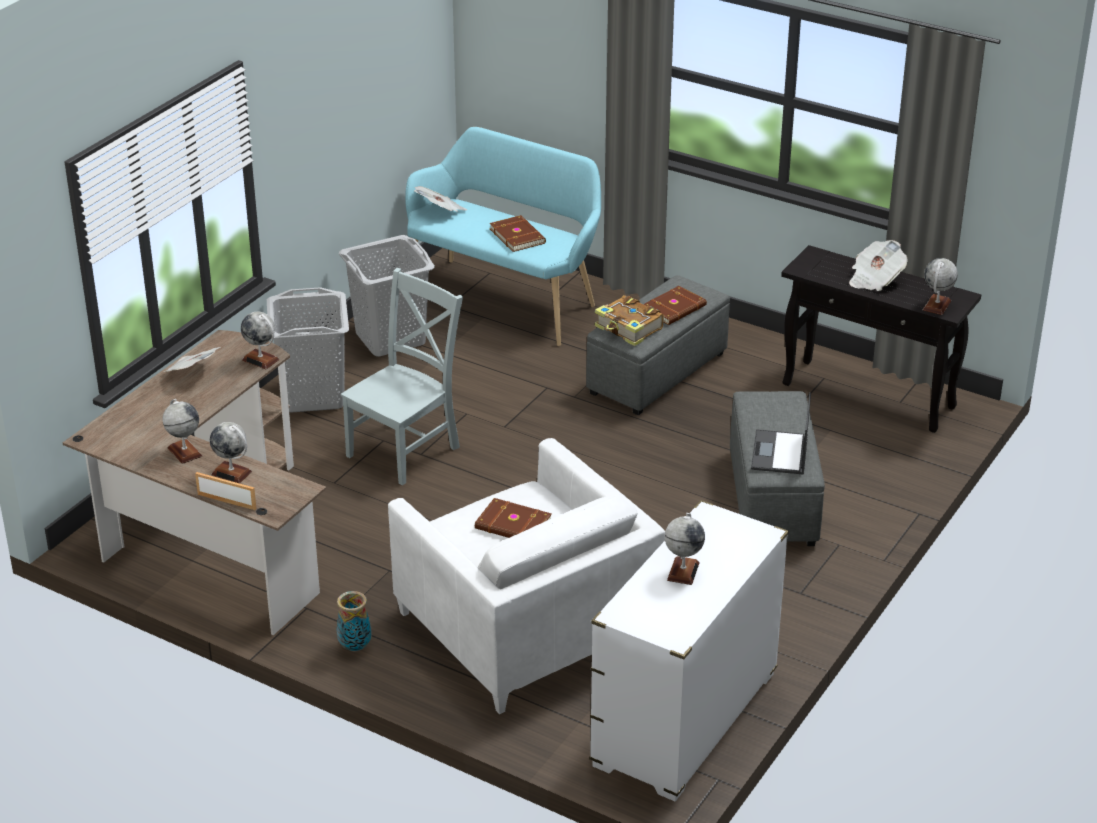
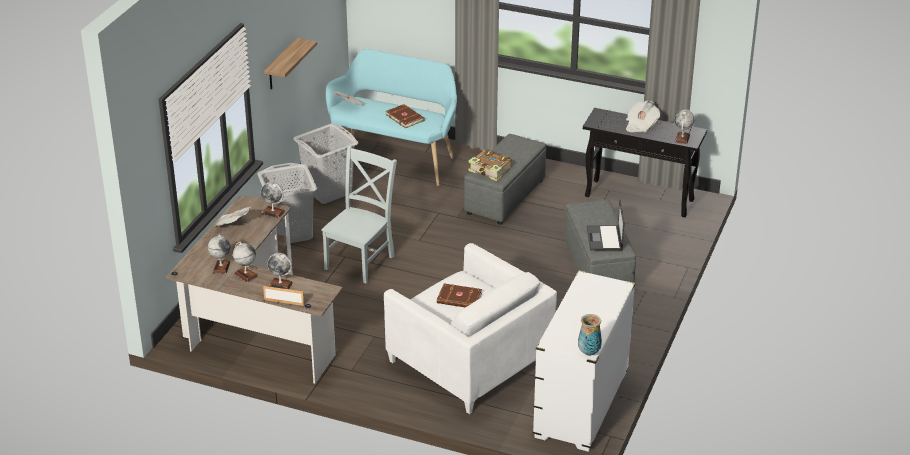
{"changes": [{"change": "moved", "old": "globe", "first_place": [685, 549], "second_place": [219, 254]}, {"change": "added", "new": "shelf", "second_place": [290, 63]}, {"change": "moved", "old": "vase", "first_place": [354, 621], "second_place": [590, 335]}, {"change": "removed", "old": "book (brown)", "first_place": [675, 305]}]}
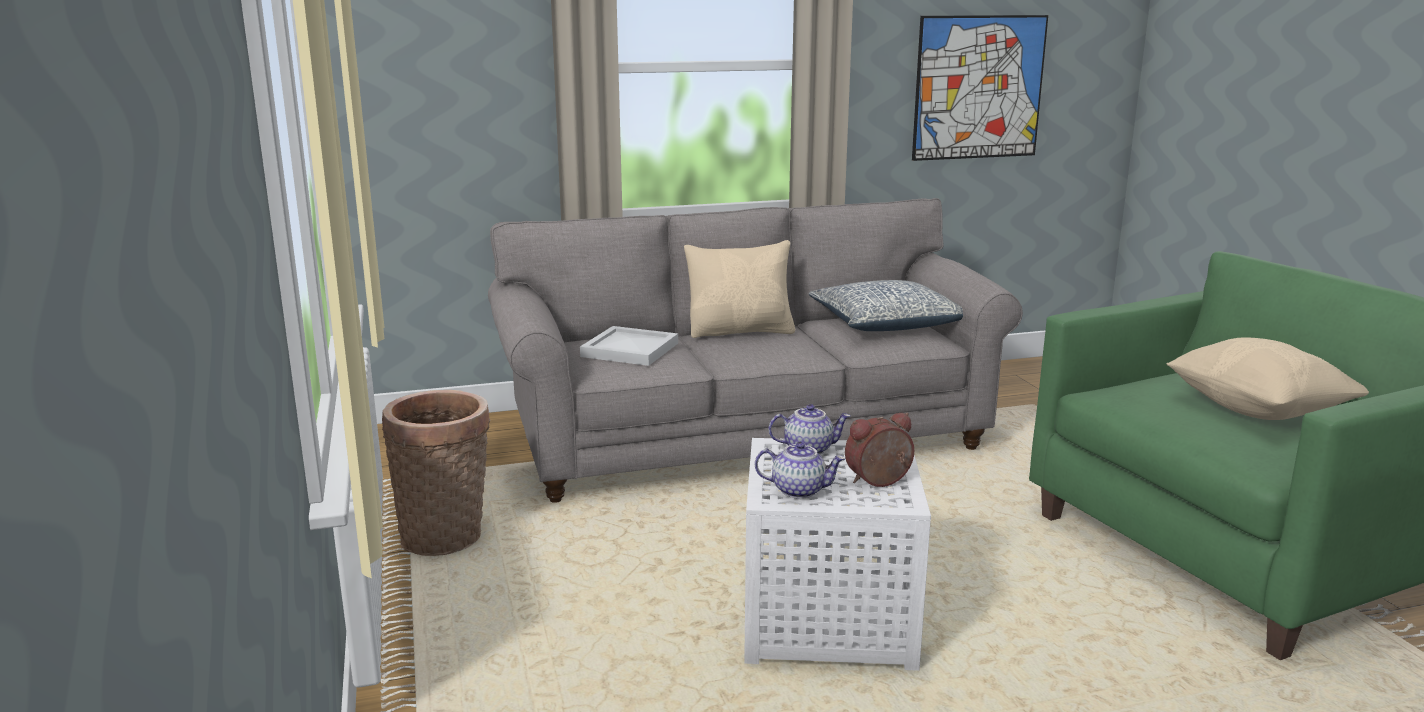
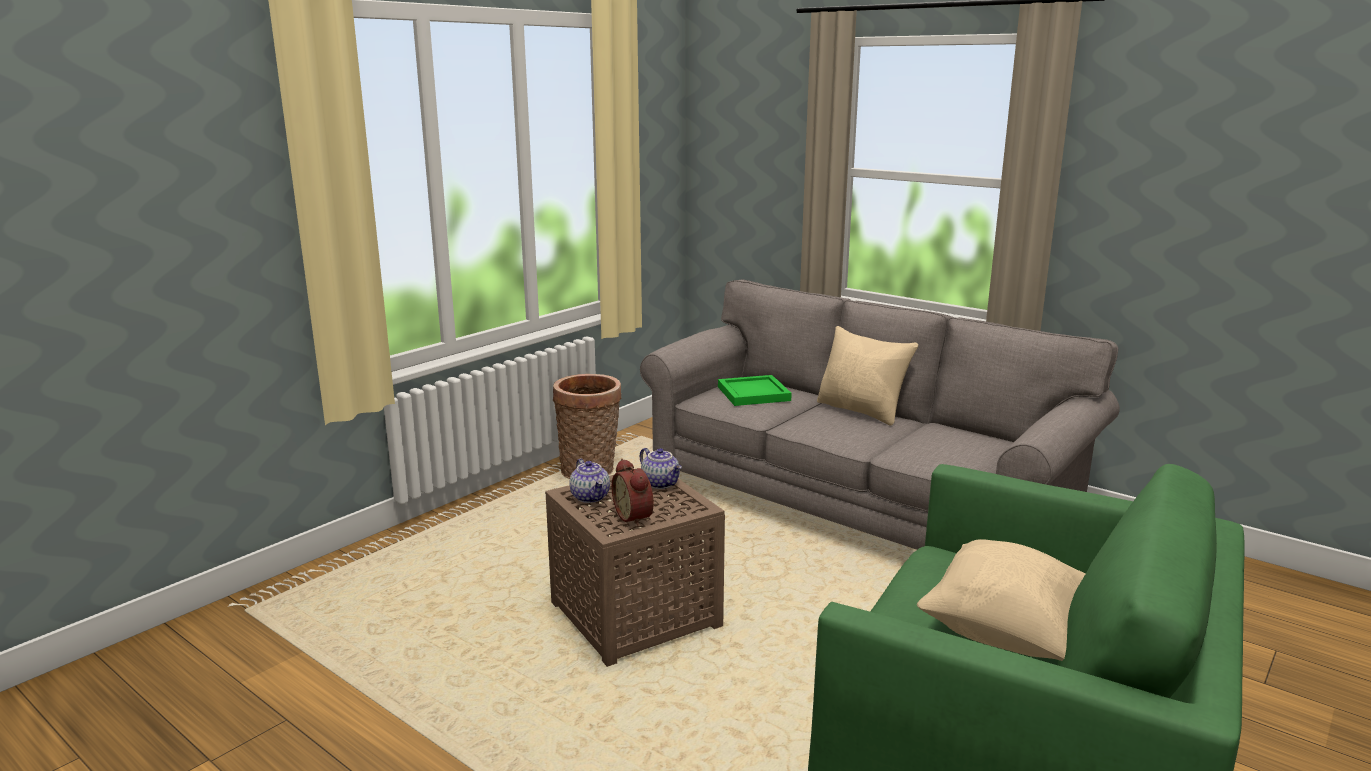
{"changes": [{"change": "recoloured", "old": "side table (white)", "new": "side table (brown)", "first_place": [837, 554], "second_place": [635, 567]}, {"change": "turned", "old": "alarm clock", "first_place": [879, 449], "second_place": [633, 493], "degrees": -150}, {"change": "recoloured", "old": "tray (white)", "new": "tray (green)", "first_place": [629, 346], "second_place": [755, 390]}, {"change": "removed", "old": "pillow", "first_place": [886, 305]}, {"change": "removed", "old": "picture", "first_place": [980, 88]}]}
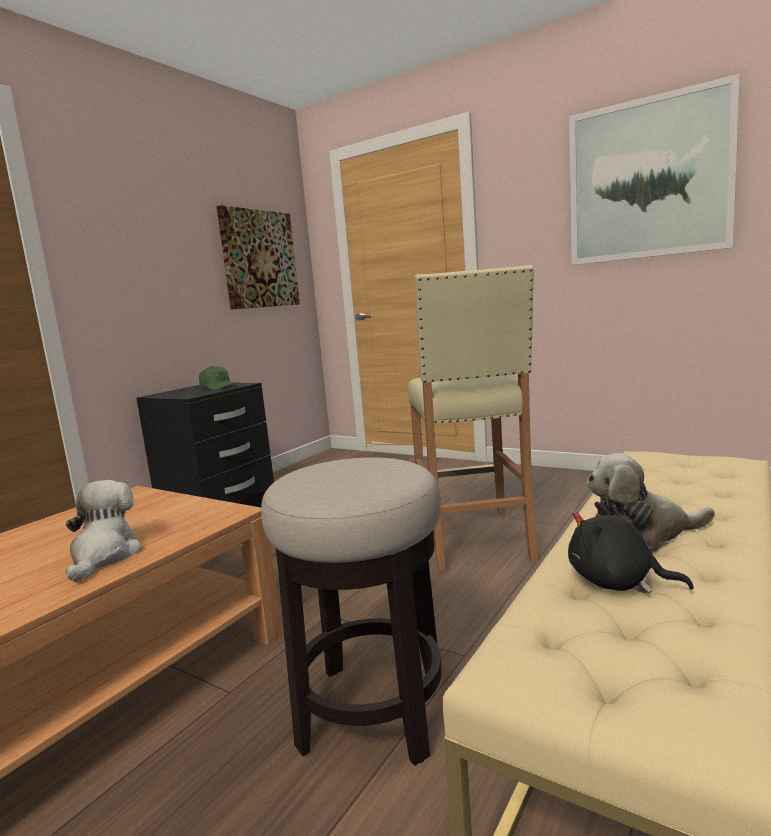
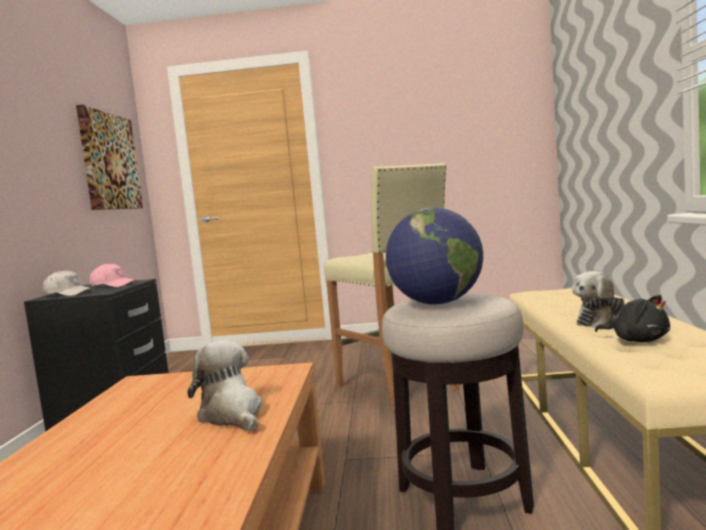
{"changes": [{"change": "added", "new": "cap (white)", "second_place": [68, 283]}, {"change": "recoloured", "old": "cap (green)", "new": "cap (pink)", "first_place": [218, 378], "second_place": [113, 275]}, {"change": "added", "new": "globe", "second_place": [434, 256]}, {"change": "turned", "old": "plush toy (black)", "first_place": [631, 547], "second_place": [632, 318], "degrees": -135}, {"change": "removed", "old": "picture", "first_place": [654, 169]}]}
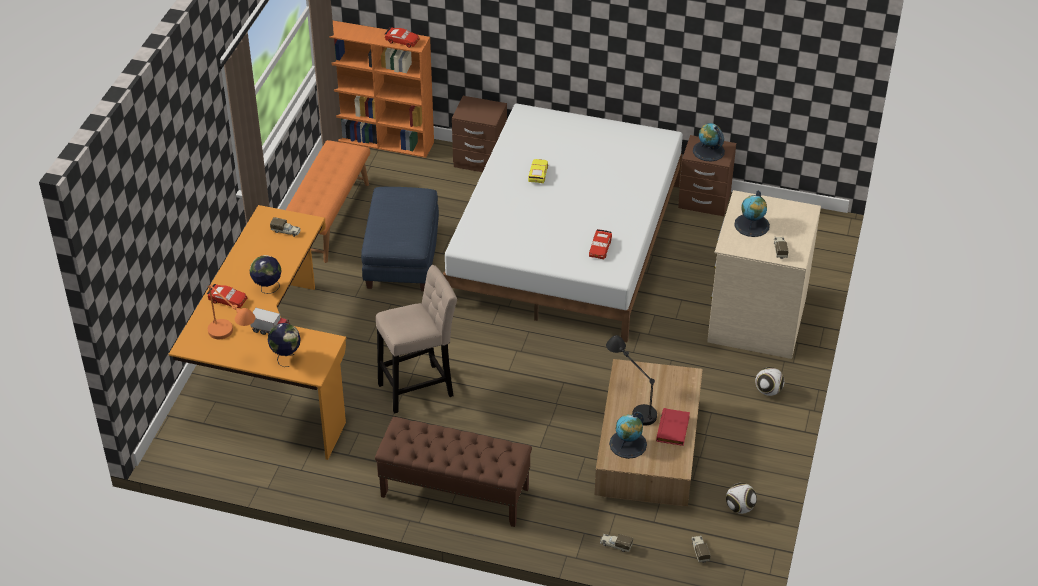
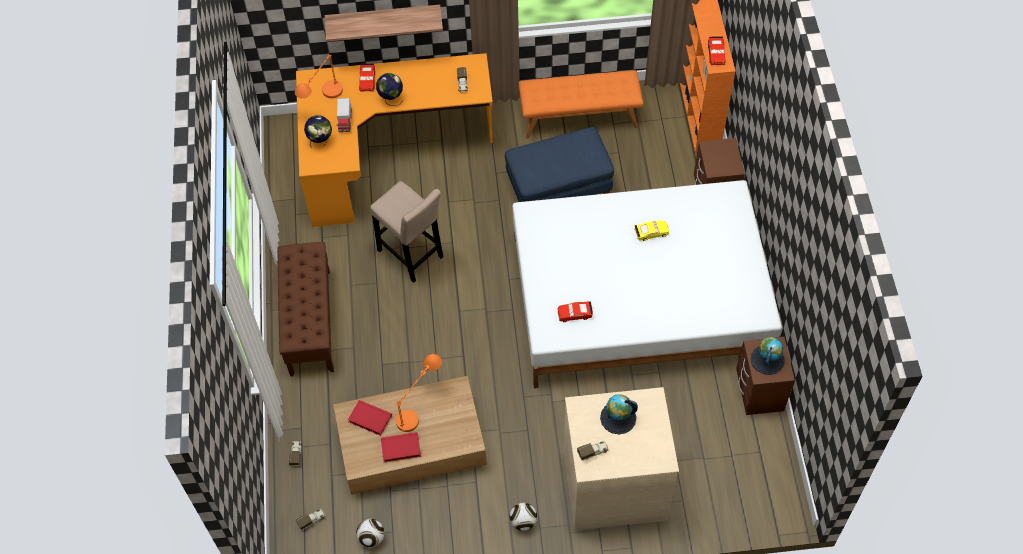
{"changes": [{"change": "added", "new": "shelf", "second_place": [384, 23]}, {"change": "replaced", "old": "globe", "new": "book (red)", "first_place": [628, 435], "second_place": [370, 418]}, {"change": "recoloured", "old": "table lamp (black)", "new": "table lamp (orange)", "first_place": [631, 380], "second_place": [419, 393]}]}
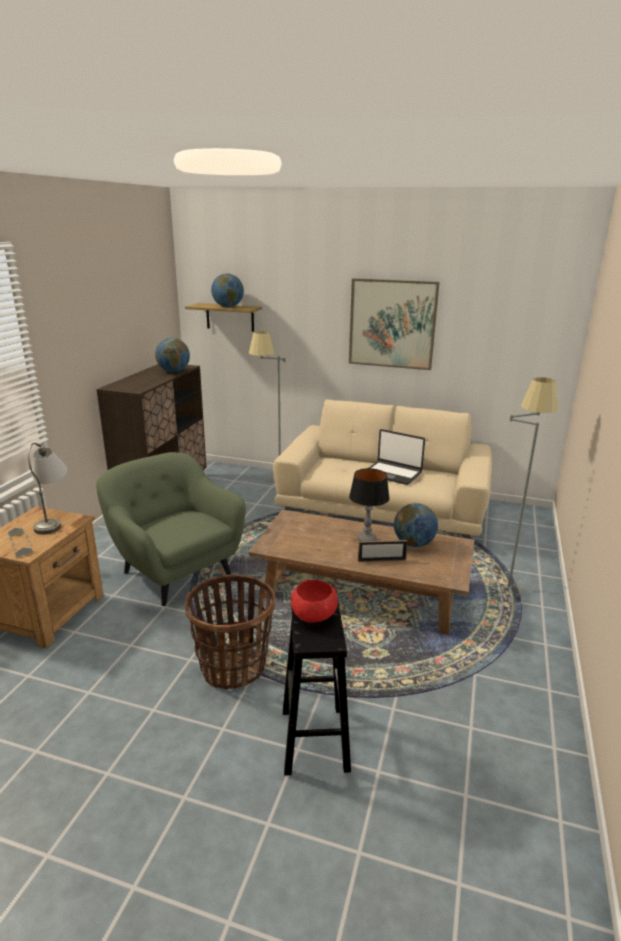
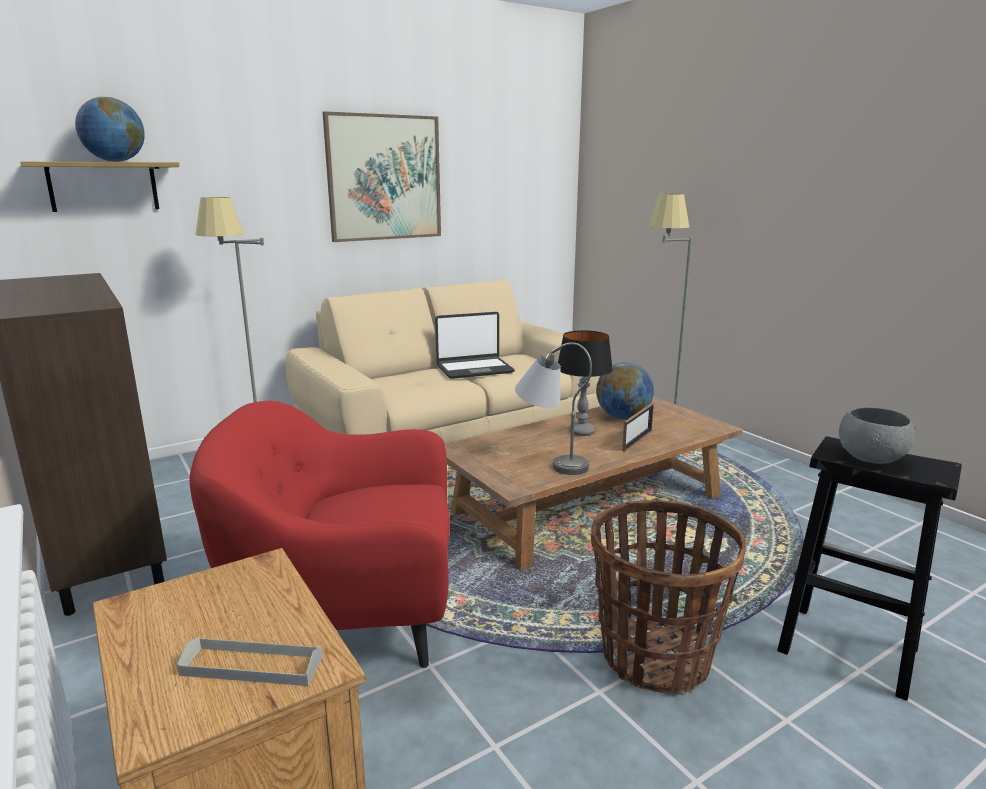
{"changes": [{"change": "recoloured", "old": "armchair (green)", "new": "armchair (red)", "first_place": [171, 529], "second_place": [319, 534]}, {"change": "moved", "old": "table lamp (grey)", "first_place": [47, 489], "second_place": [553, 408]}, {"change": "recoloured", "old": "bowl (red)", "new": "bowl (grey)", "first_place": [314, 601], "second_place": [877, 435]}, {"change": "removed", "old": "globe", "first_place": [172, 355]}]}
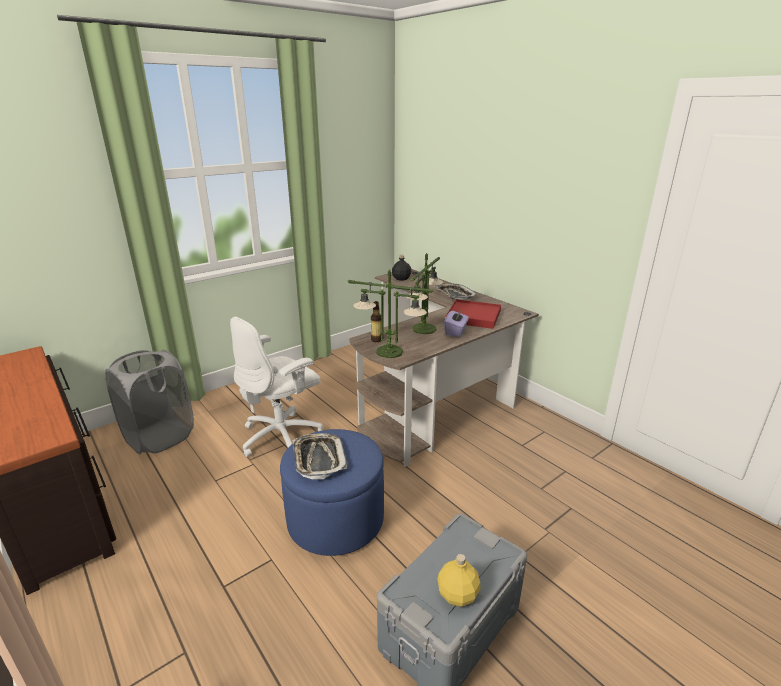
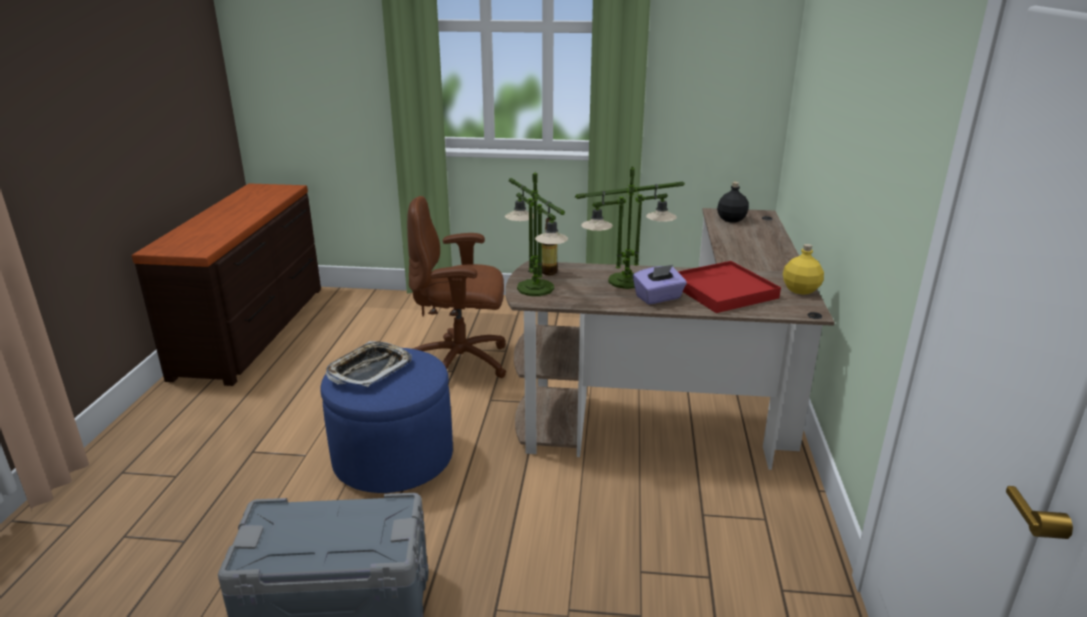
{"changes": [{"change": "recoloured", "old": "office chair (white)", "new": "office chair (brown)", "first_place": [276, 387], "second_place": [456, 287]}, {"change": "moved", "old": "bottle (yellow)", "first_place": [459, 580], "second_place": [803, 269]}, {"change": "removed", "old": "laundry basket (grey)", "first_place": [149, 401]}, {"change": "removed", "old": "tray", "first_place": [455, 292]}]}
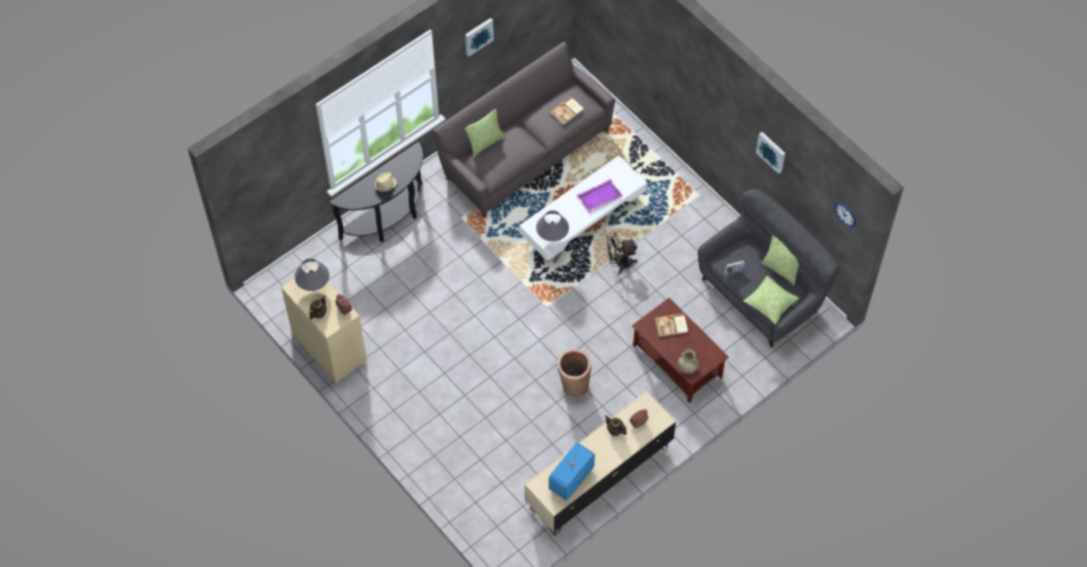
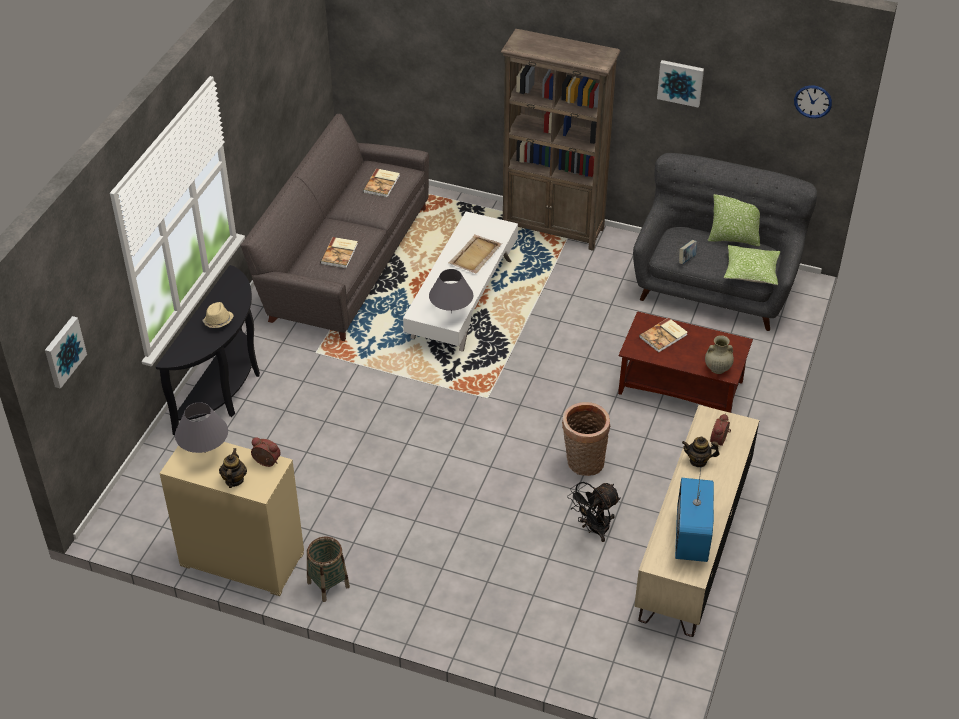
{"changes": [{"change": "moved", "old": "picture", "first_place": [479, 37], "second_place": [66, 352]}, {"change": "added", "new": "basket", "second_place": [328, 569]}, {"change": "added", "new": "book", "second_place": [339, 252]}, {"change": "recoloured", "old": "tray (purple)", "new": "tray (beige)", "first_place": [599, 196], "second_place": [475, 253]}, {"change": "added", "new": "bookcase (brown)", "second_place": [560, 140]}, {"change": "moved", "old": "fan (black)", "first_place": [622, 253], "second_place": [594, 512]}, {"change": "removed", "old": "pillow", "first_place": [485, 133]}]}
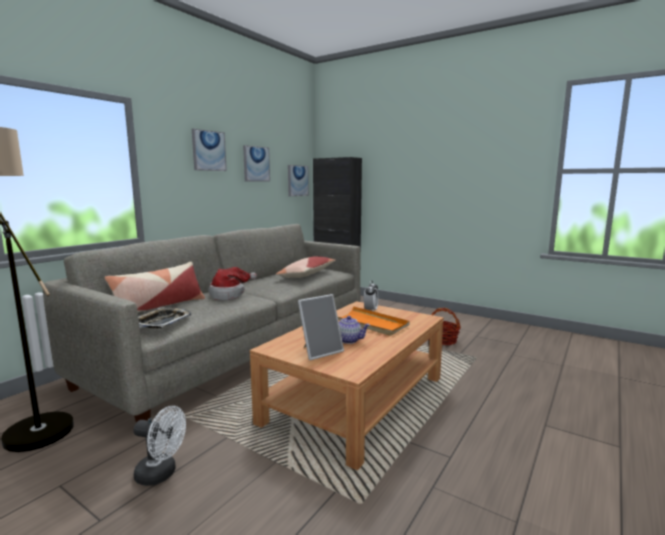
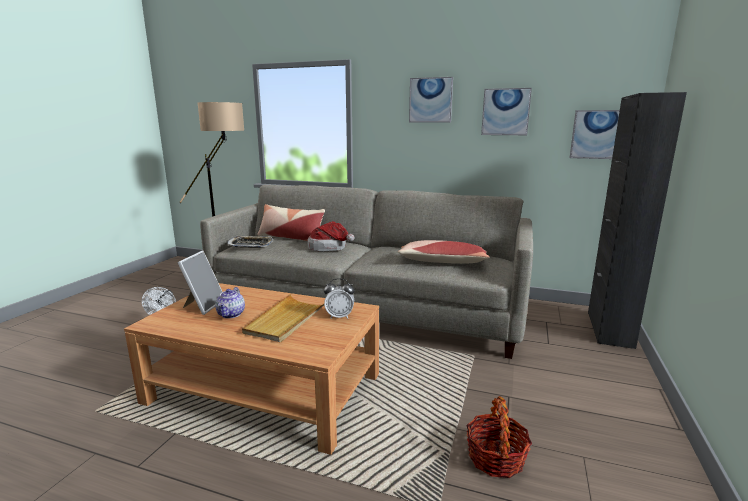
{"changes": [{"change": "turned", "old": "picture frame", "first_place": [321, 327], "second_place": [200, 283], "degrees": -120}, {"change": "recoloured", "old": "tray (orange)", "new": "tray (beige)", "first_place": [374, 321], "second_place": [283, 318]}]}
